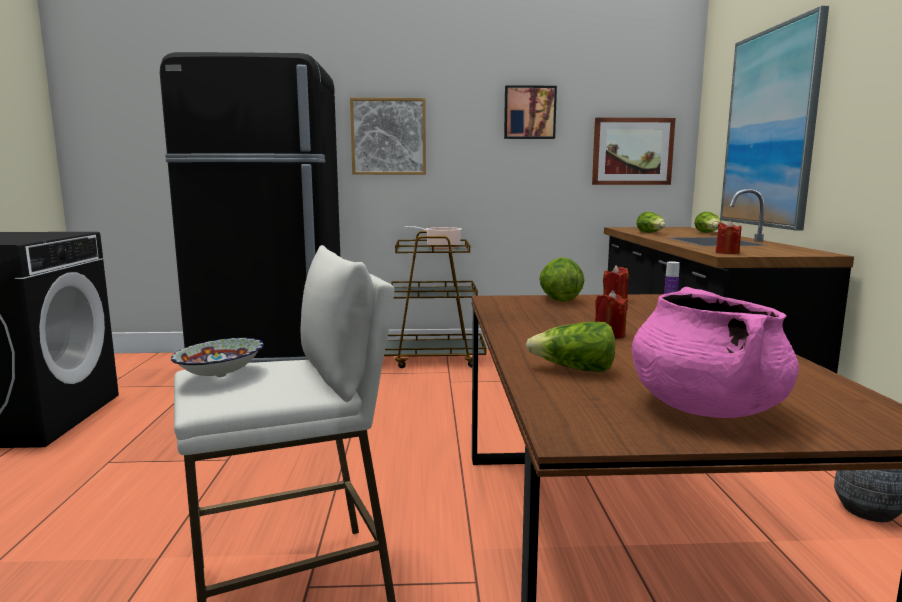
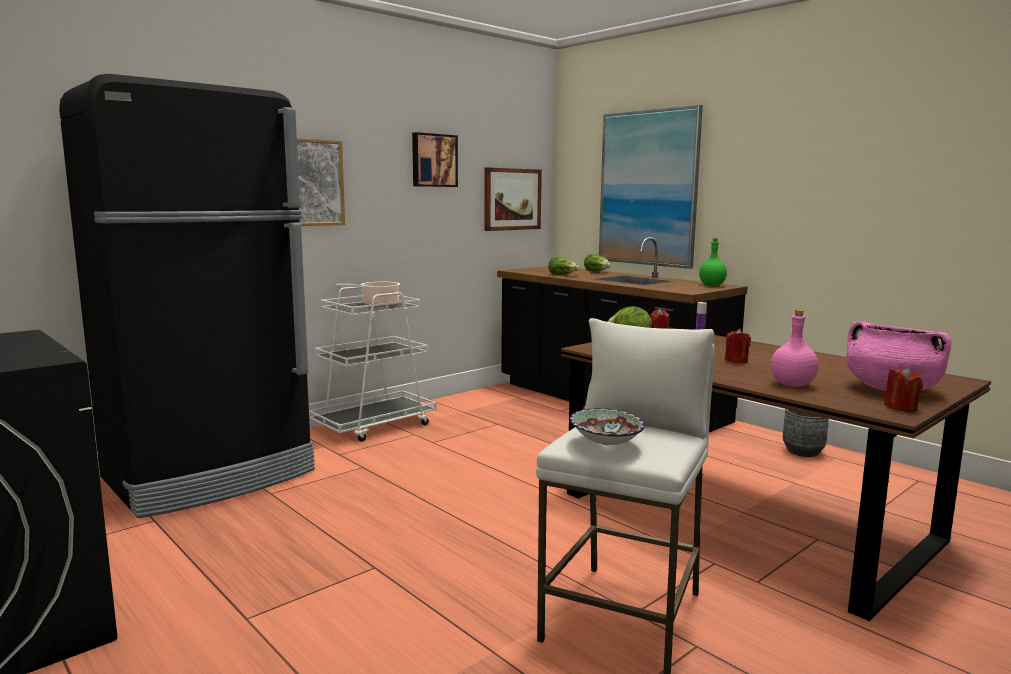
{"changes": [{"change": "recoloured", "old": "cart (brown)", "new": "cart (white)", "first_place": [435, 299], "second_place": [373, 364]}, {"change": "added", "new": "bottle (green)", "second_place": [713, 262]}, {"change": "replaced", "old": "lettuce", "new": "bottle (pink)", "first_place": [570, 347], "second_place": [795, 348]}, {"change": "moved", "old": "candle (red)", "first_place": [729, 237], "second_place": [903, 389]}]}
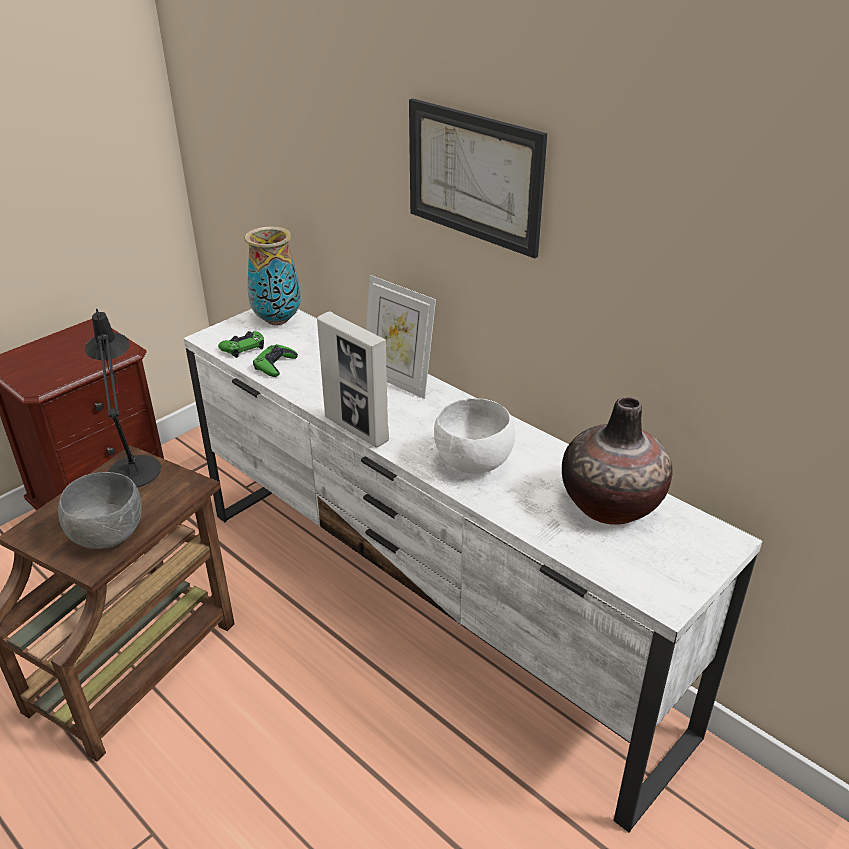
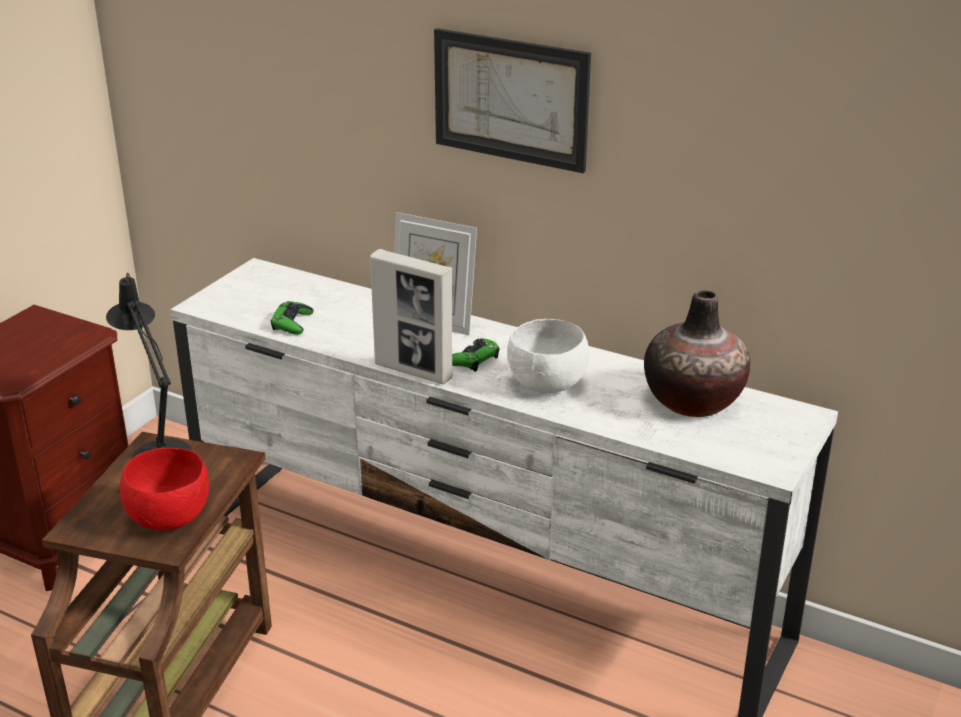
{"changes": [{"change": "recoloured", "old": "bowl (grey)", "new": "bowl (red)", "first_place": [100, 510], "second_place": [164, 489]}, {"change": "moved", "old": "game controller (green)", "first_place": [241, 344], "second_place": [476, 355]}, {"change": "removed", "old": "vase", "first_place": [273, 276]}]}
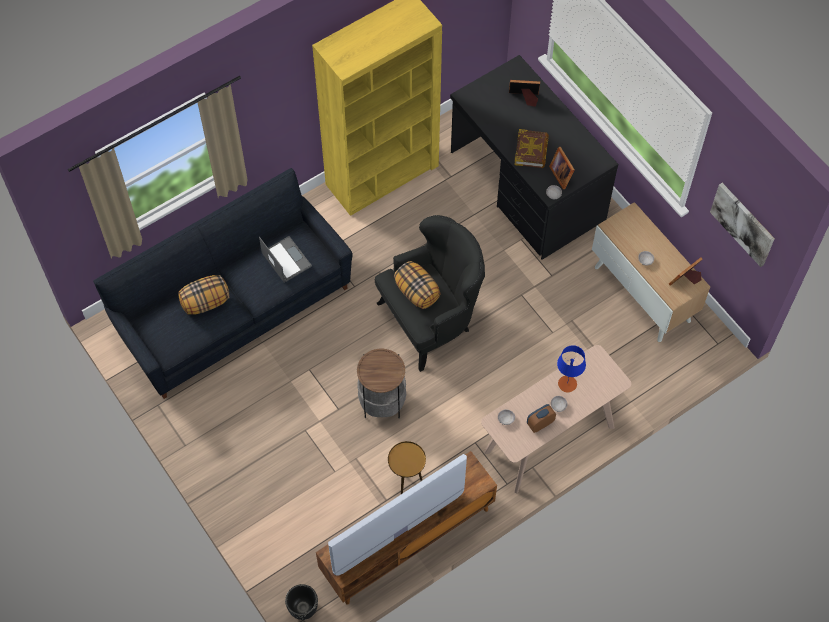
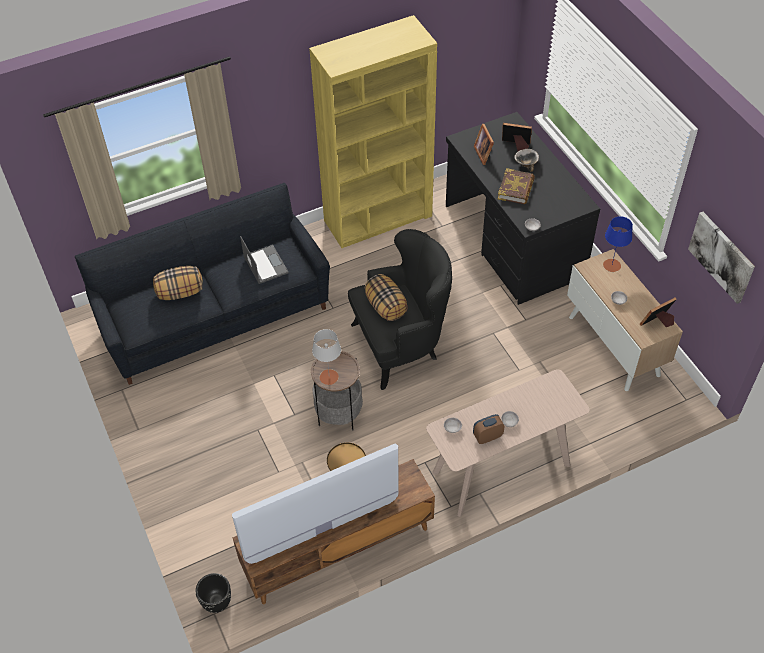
{"changes": [{"change": "added", "new": "table lamp (grey)", "second_place": [326, 357]}, {"change": "moved", "old": "picture frame", "first_place": [562, 168], "second_place": [484, 144]}, {"change": "added", "new": "bowl", "second_place": [526, 160]}, {"change": "moved", "old": "table lamp (blue)", "first_place": [571, 369], "second_place": [618, 244]}]}
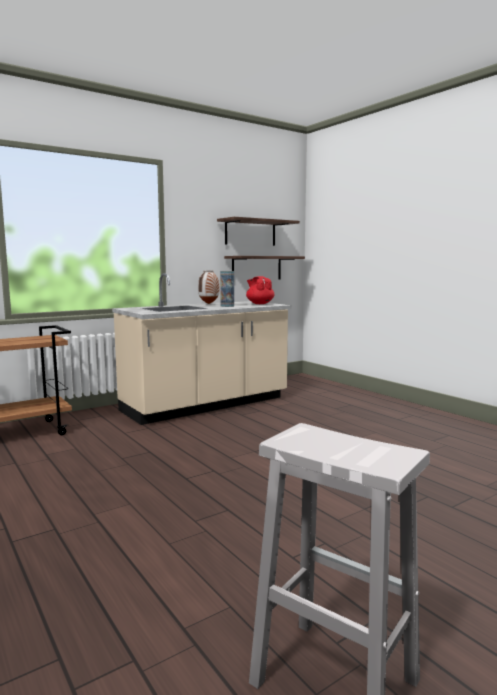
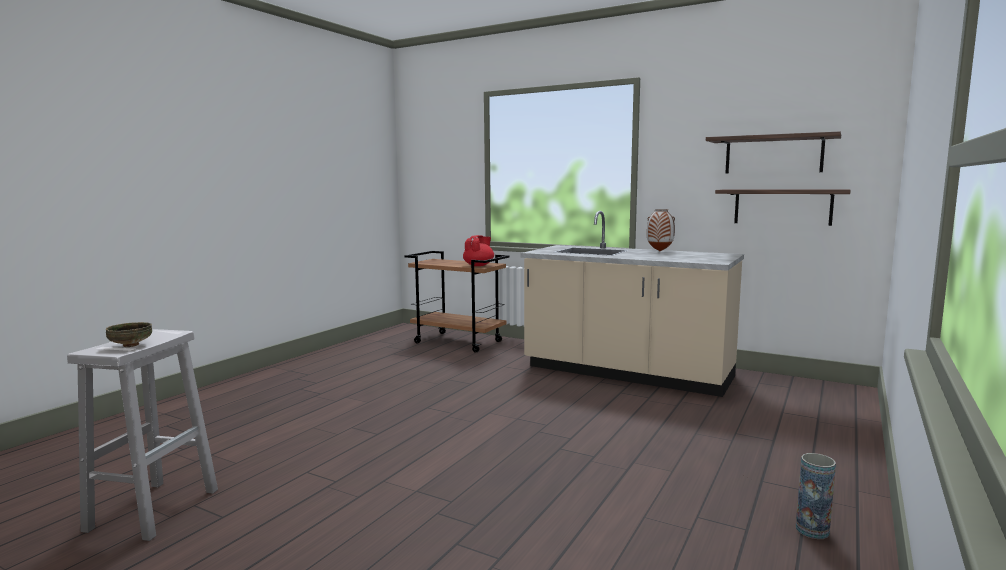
{"changes": [{"change": "added", "new": "bowl", "second_place": [129, 334]}, {"change": "moved", "old": "teapot (red)", "first_place": [260, 290], "second_place": [478, 250]}, {"change": "moved", "old": "vase", "first_place": [227, 289], "second_place": [816, 496]}]}
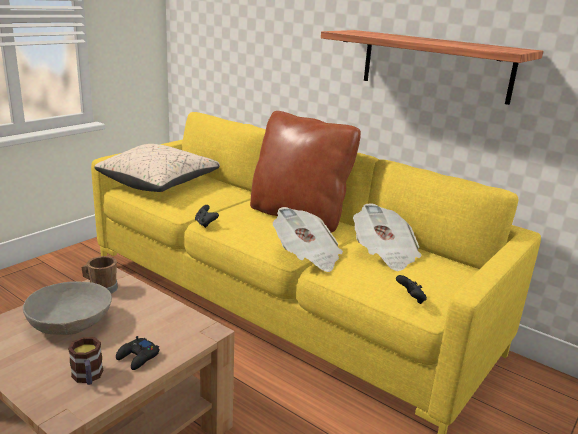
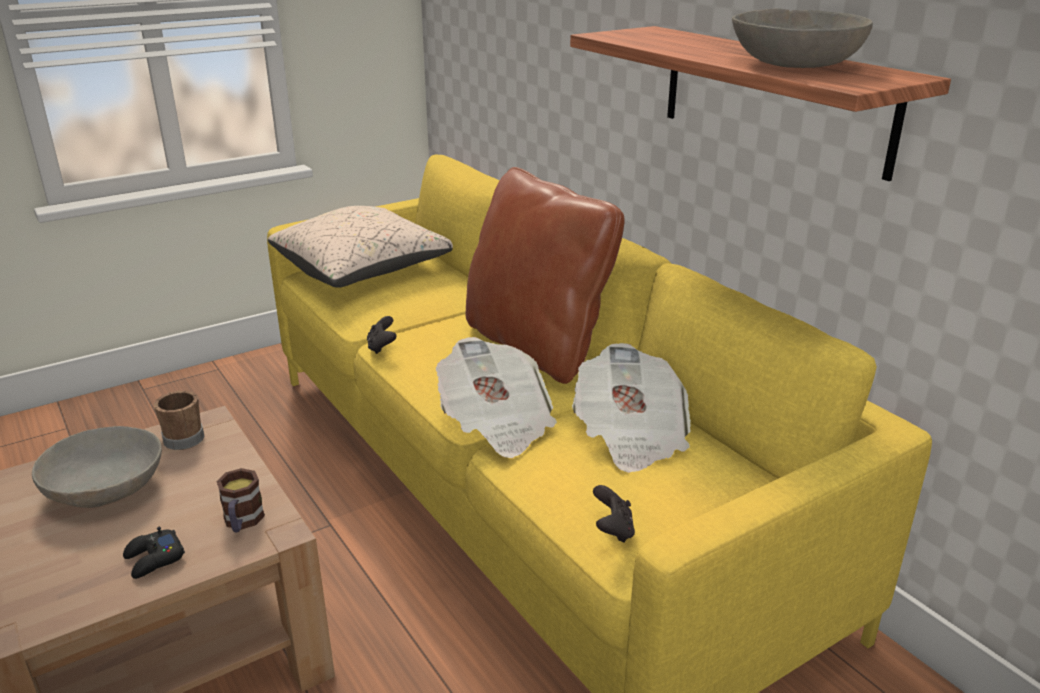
{"changes": [{"change": "moved", "old": "mug", "first_place": [85, 361], "second_place": [240, 500]}, {"change": "added", "new": "bowl (grey)", "second_place": [802, 38]}]}
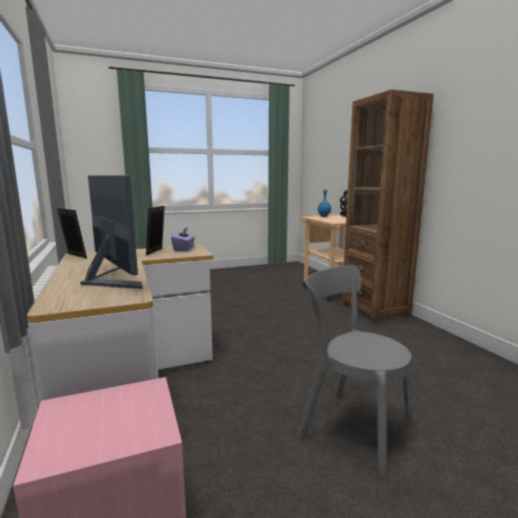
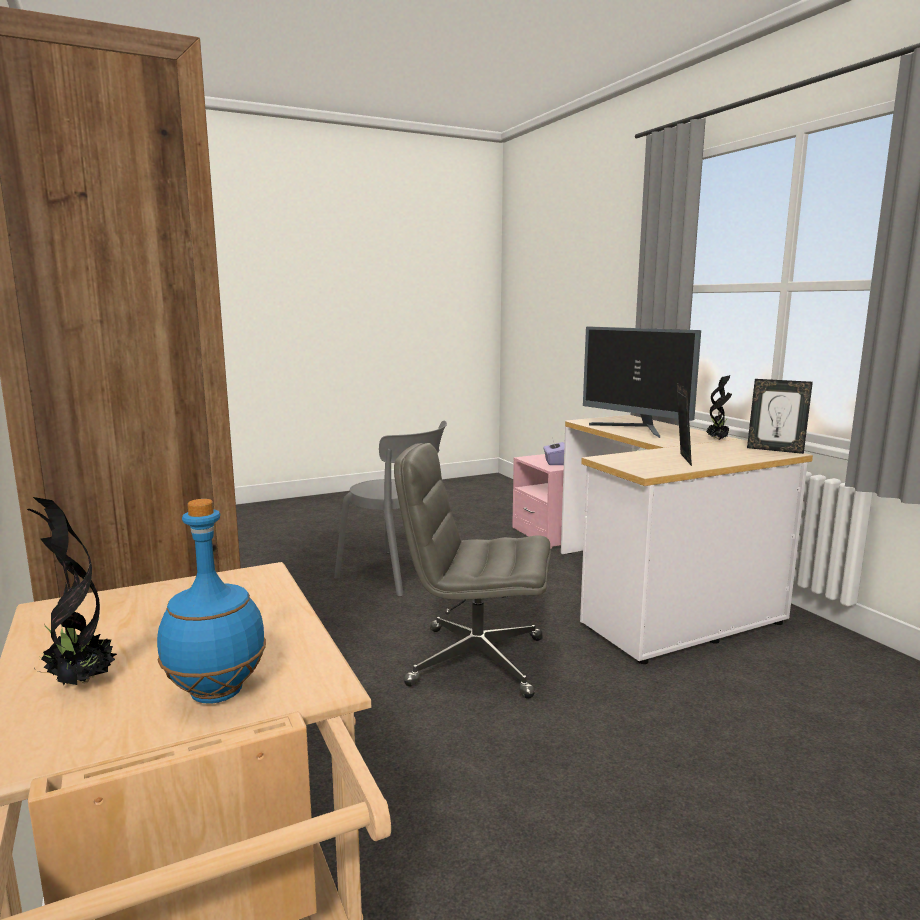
{"changes": [{"change": "added", "new": "office chair (grey)", "second_place": [472, 571]}, {"change": "moved", "old": "tissue box (purple)", "first_place": [183, 239], "second_place": [554, 451]}, {"change": "added", "new": "potted plant", "second_place": [719, 407]}]}
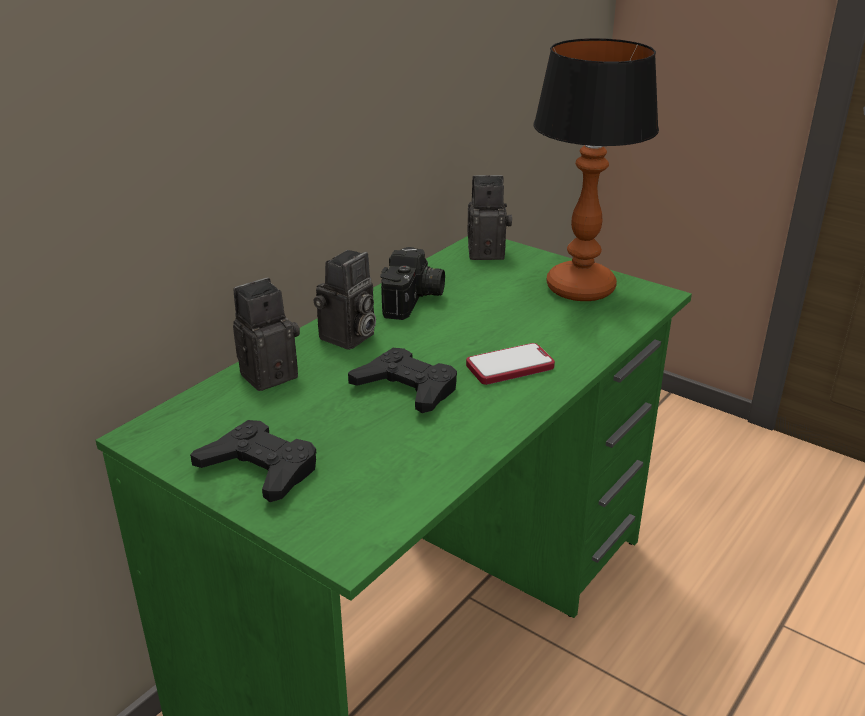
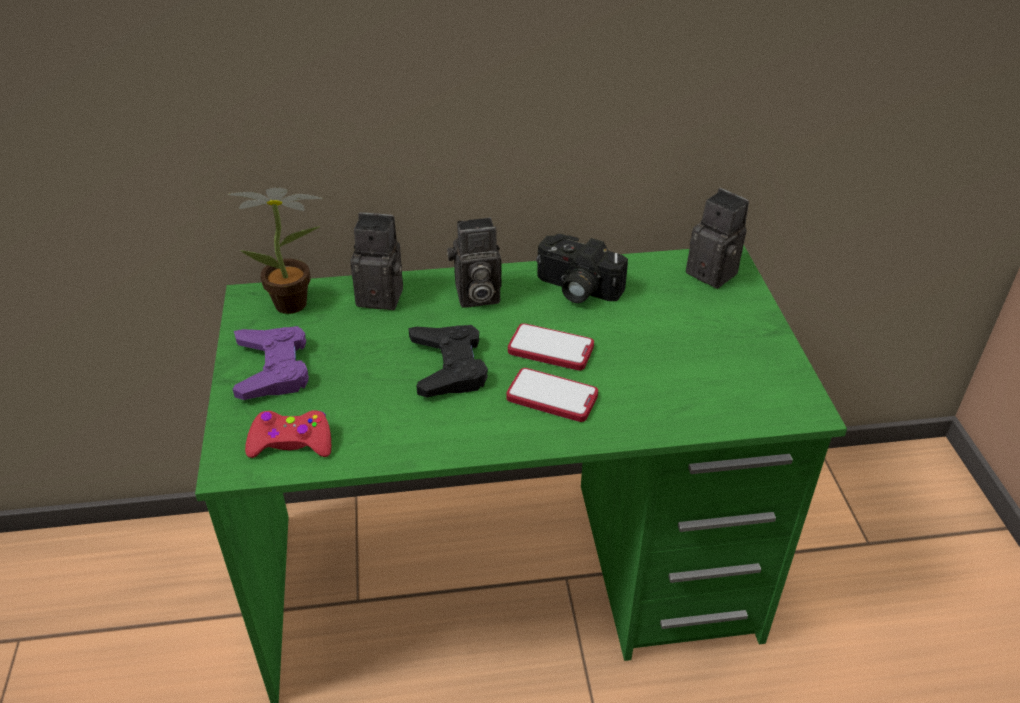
{"changes": [{"change": "added", "new": "potted plant", "second_place": [275, 251]}, {"change": "recoloured", "old": "game controller (black)", "new": "game controller (purple)", "first_place": [253, 461], "second_place": [271, 363]}, {"change": "added", "new": "game controller (red)", "second_place": [288, 434]}, {"change": "added", "new": "phone", "second_place": [551, 347]}, {"change": "turned", "old": "photo camera", "first_place": [412, 283], "second_place": [582, 268], "degrees": 60}, {"change": "removed", "old": "table lamp", "first_place": [596, 169]}]}
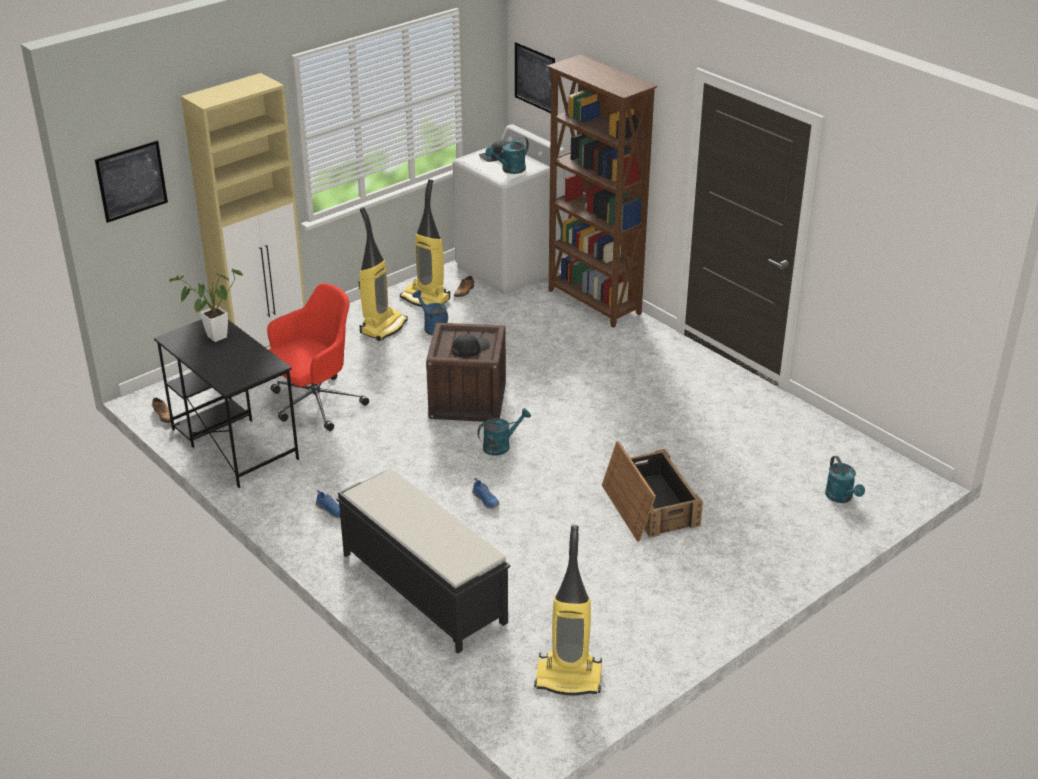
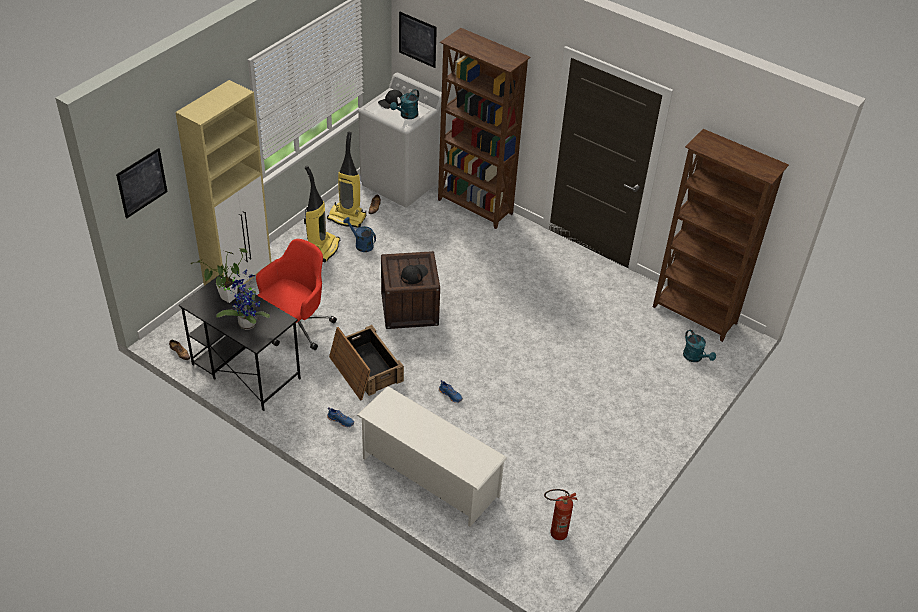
{"changes": [{"change": "added", "new": "potted plant", "second_place": [243, 299]}, {"change": "moved", "old": "crate", "first_place": [652, 491], "second_place": [366, 363]}, {"change": "replaced", "old": "bench (black)", "new": "shoe rack (white)", "first_place": [423, 561], "second_place": [432, 456]}, {"change": "replaced", "old": "vacuum cleaner", "new": "fire extinguisher", "first_place": [568, 610], "second_place": [560, 514]}, {"change": "added", "new": "bookcase (brown)", "second_place": [721, 235]}, {"change": "removed", "old": "watering can (turquoise)", "first_place": [504, 432]}]}
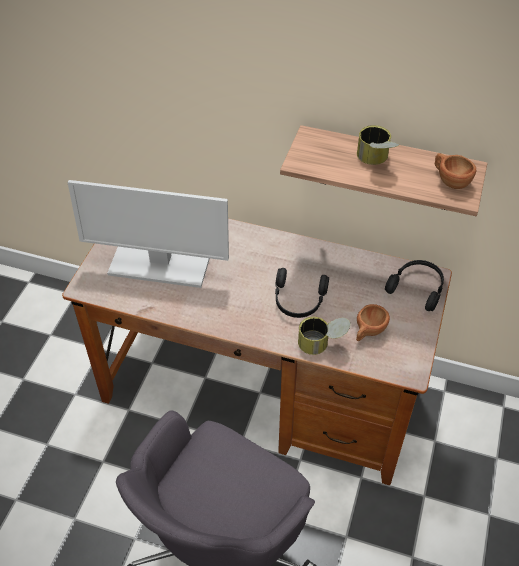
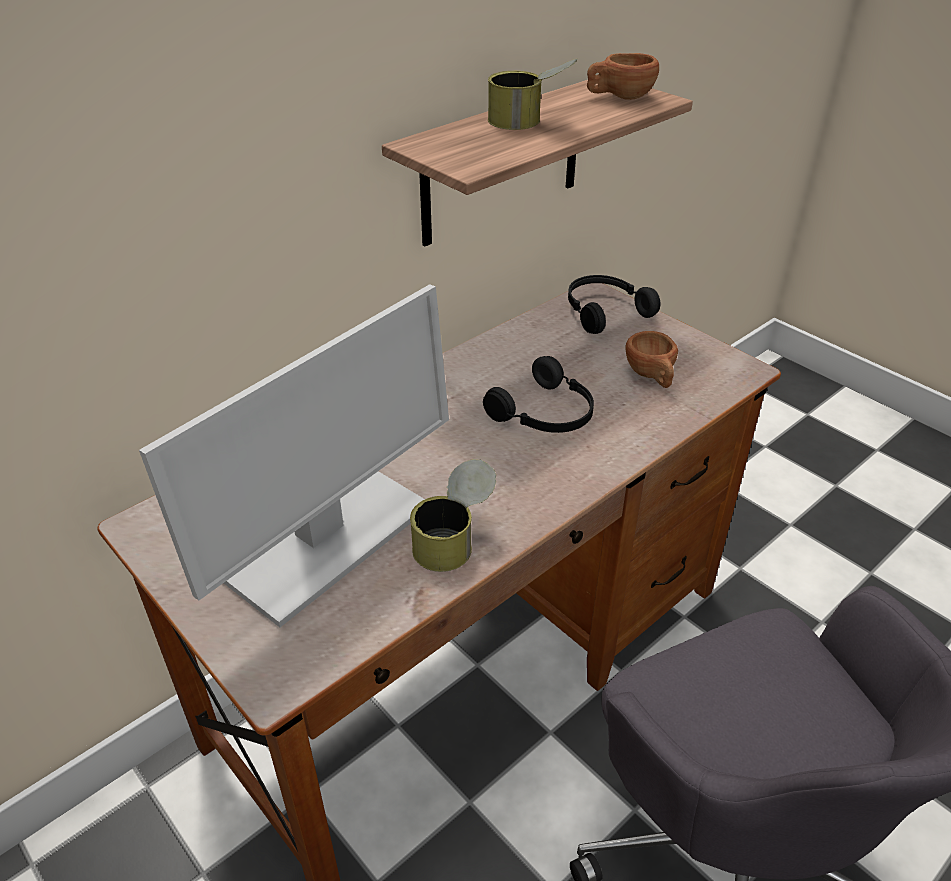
{"changes": [{"change": "moved", "old": "can", "first_place": [324, 336], "second_place": [453, 515]}]}
